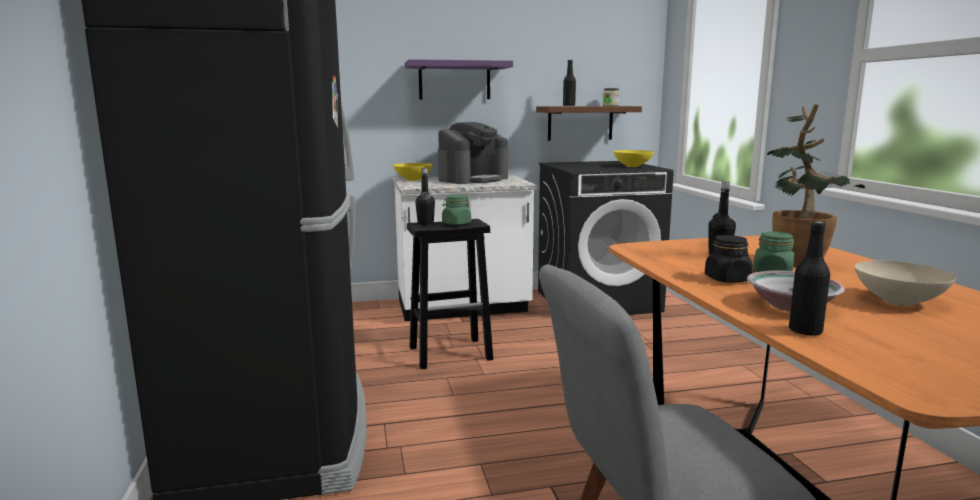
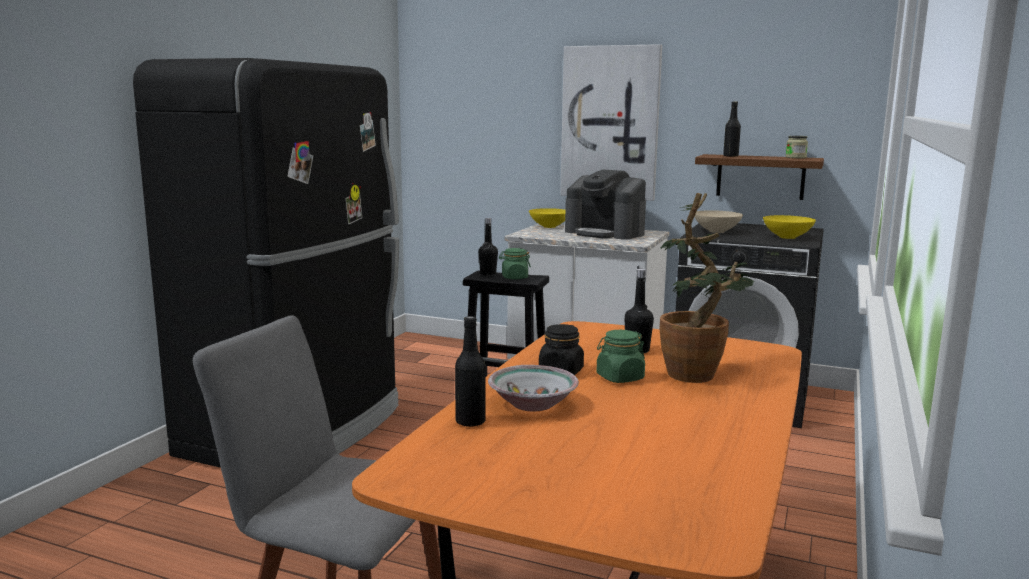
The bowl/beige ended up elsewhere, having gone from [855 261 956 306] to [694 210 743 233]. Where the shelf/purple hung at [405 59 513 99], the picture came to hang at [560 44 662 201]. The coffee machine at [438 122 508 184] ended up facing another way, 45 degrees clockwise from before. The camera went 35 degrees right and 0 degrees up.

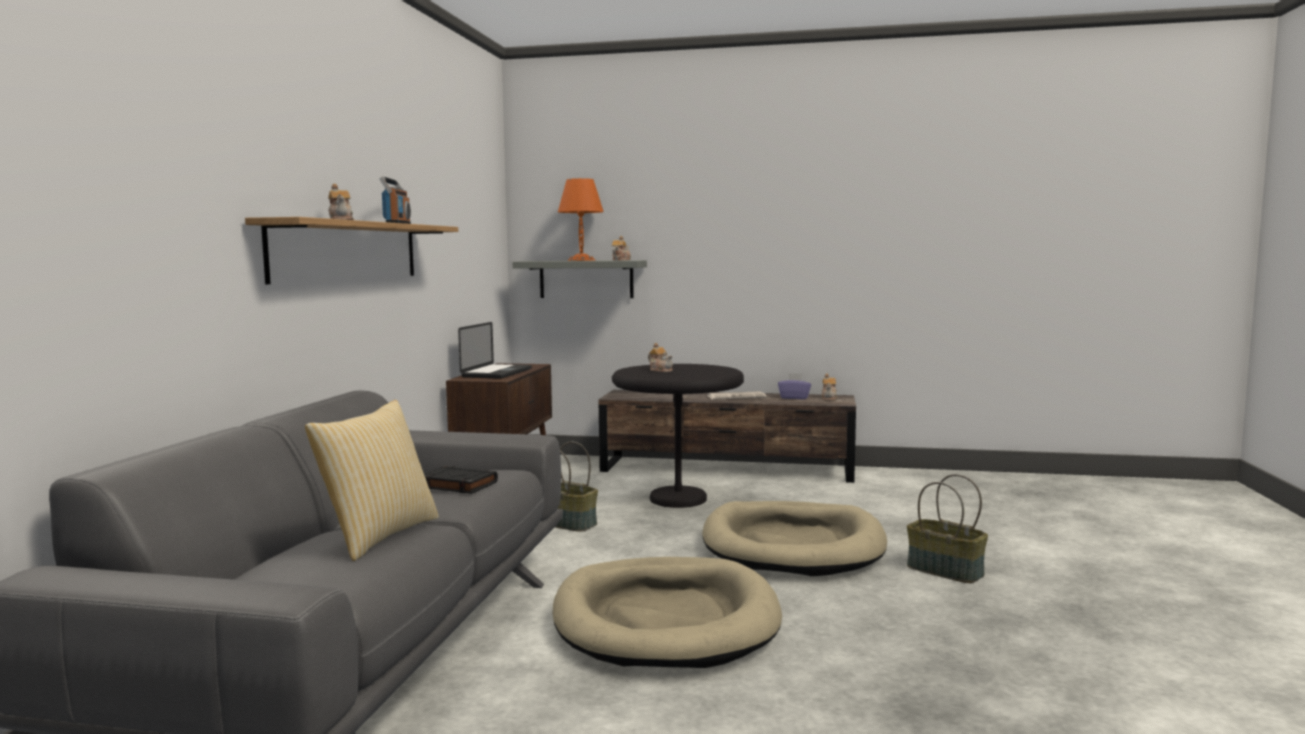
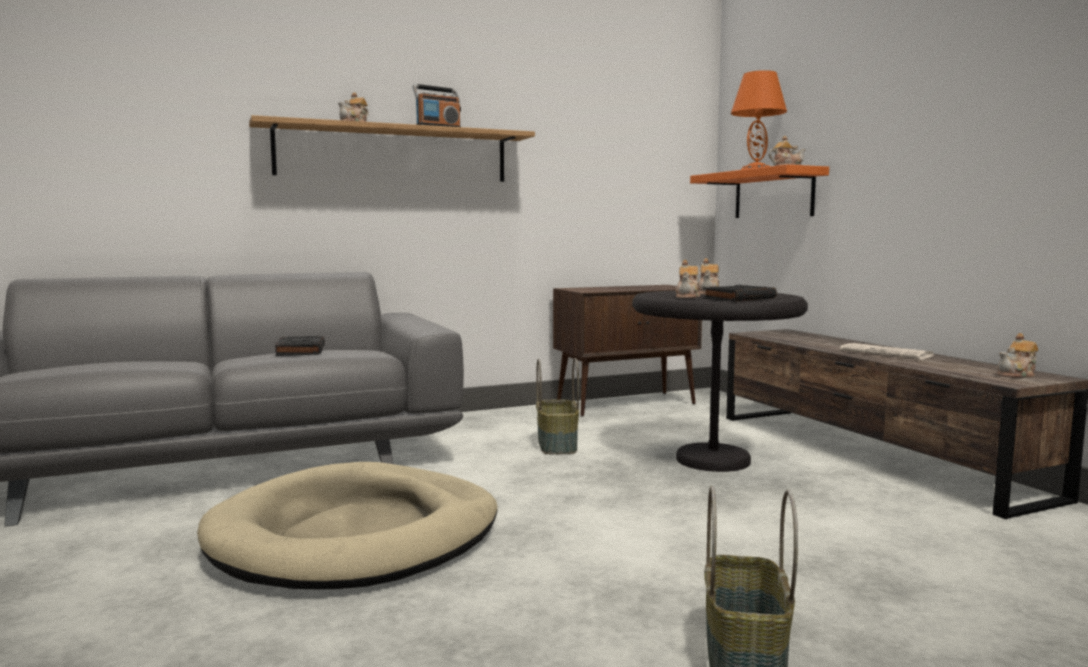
The second view lost the pillow at [305 400 439 561]. The second view lost the laptop at [458 322 532 379]. The second view lost the dog bed/beige at [702 501 887 576]. The second view lost the tissue box/purple at [778 373 811 399]. The second view gained the teapot at [676 260 700 298]. The second view gained the book/black at [703 285 777 302]. What was the shelf/grey at [513 260 647 298] turned into the shelf/orange at [690 165 829 218]. The camera went 55 degrees right and 0 degrees up.

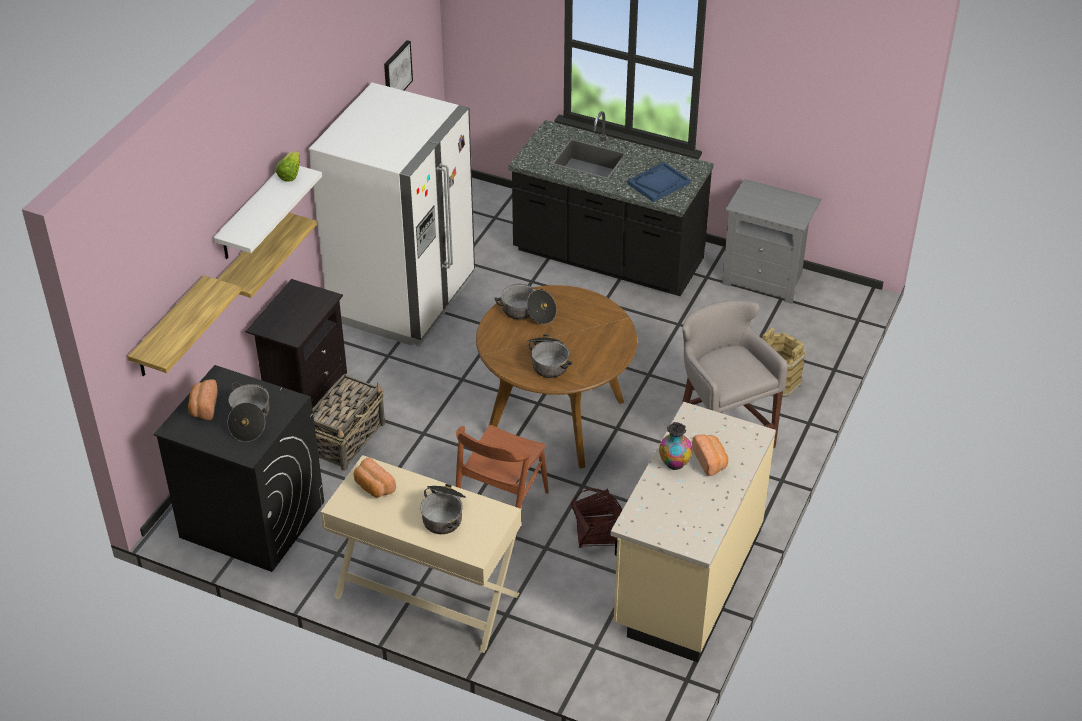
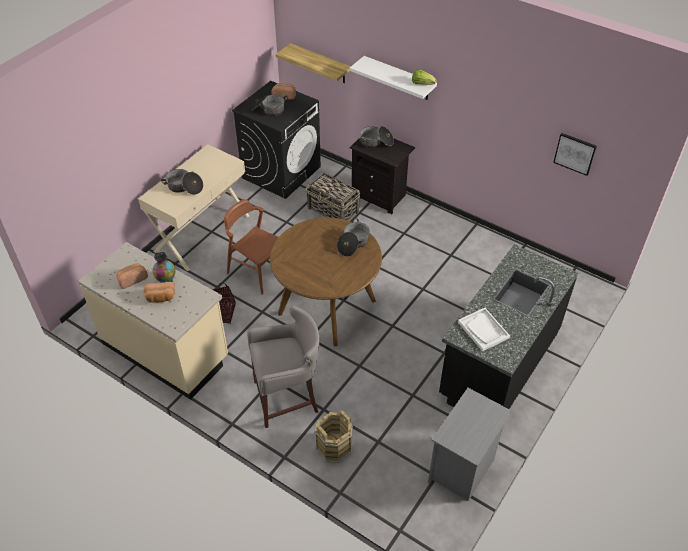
The second view lost the shelf at [217 213 317 298]. The second view lost the fridge/white at [309 83 475 346]. The bread ended up elsewhere, having gone from [354 457 396 497] to [116 264 148 289]. The cooking pot ended up elsewhere, having gone from [528 334 573 378] to [359 126 394 148]. What was the tray/blue at [627 162 691 202] turned into the tray/white at [458 308 510 351]. The camera went 100 degrees right and 5 degrees up.

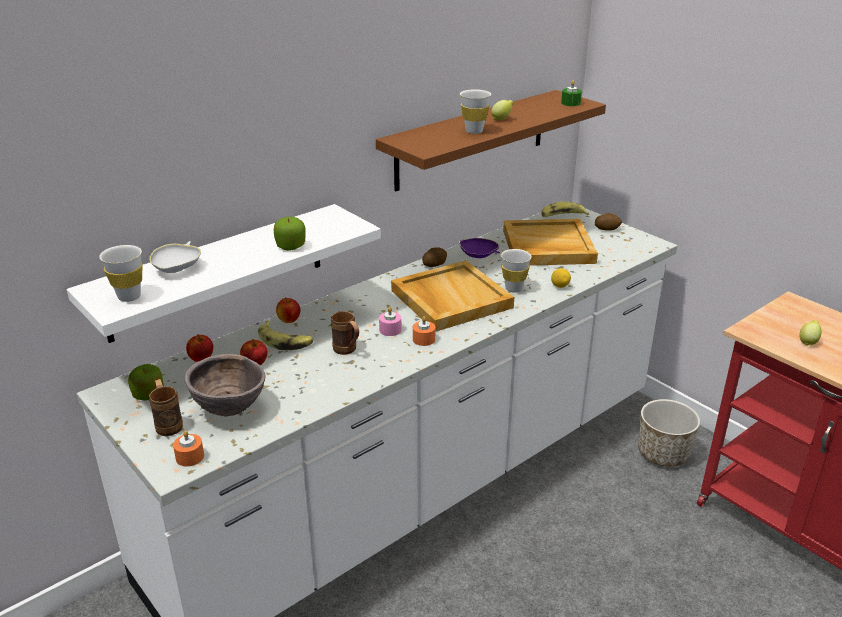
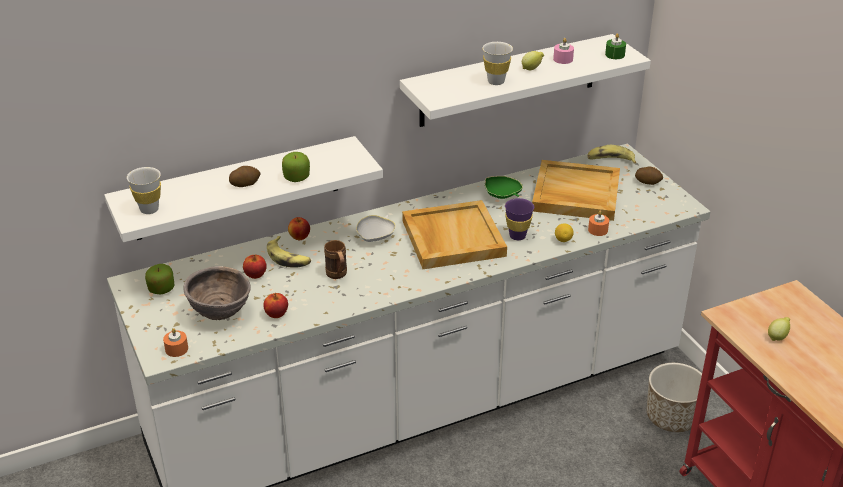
The second view lost the mug/brown at [149 379 183 436]. The bowl/white ended up elsewhere, having gone from [149 241 201 273] to [356 215 396 242]. The apple ended up elsewhere, having gone from [186 334 213 362] to [264 293 288 318]. The candle/pink ended up elsewhere, having gone from [379 307 402 336] to [553 38 574 64]. The candle/orange ended up elsewhere, having gone from [413 316 435 346] to [588 211 609 236]. The potato ended up elsewhere, having gone from [422 247 447 267] to [229 166 261 187]. What was the shelf/brown at [376 90 606 191] turned into the shelf/white at [400 34 651 127]. What was the bowl/purple at [459 238 500 258] turned into the bowl/green at [485 176 523 199]. What was the cup/white at [501 249 532 292] turned into the cup/purple at [505 198 534 240]. The camera went 15 degrees right and 5 degrees up.

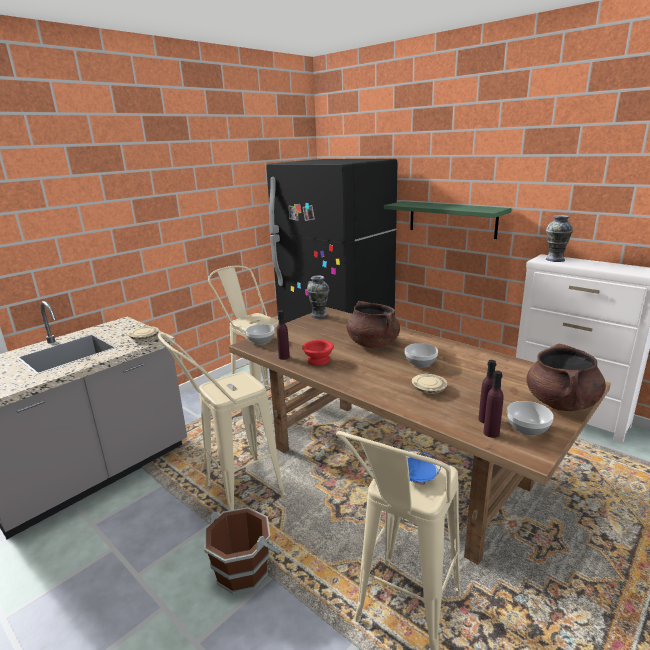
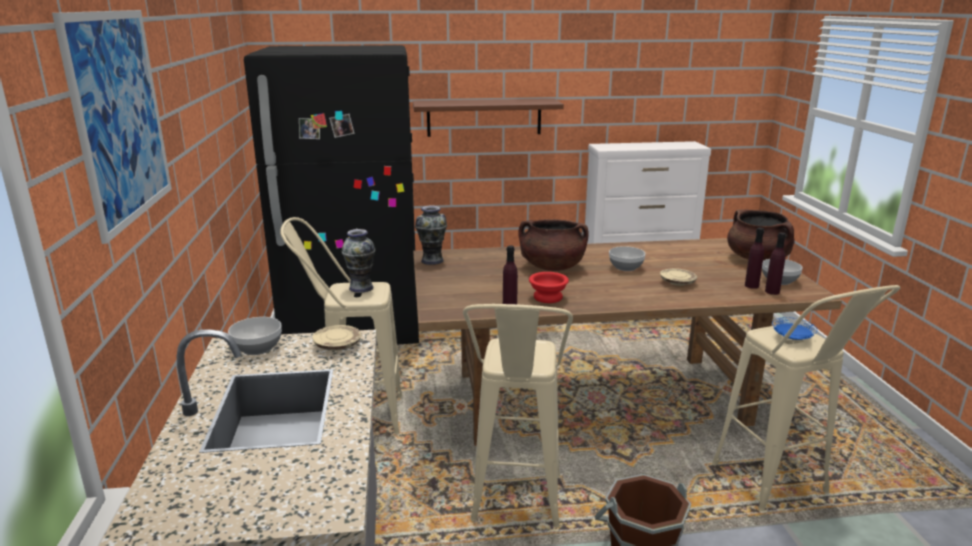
The second view gained the picture at [52 10 172 244]. The bowl ended up elsewhere, having gone from [246 324 275 345] to [228 317 282 355]. The vase ended up elsewhere, having gone from [546 215 573 262] to [342 229 375 293]. What was the shelf/green at [384 201 512 239] turned into the shelf/brown at [413 98 564 137]. The camera went 50 degrees left and 0 degrees up.

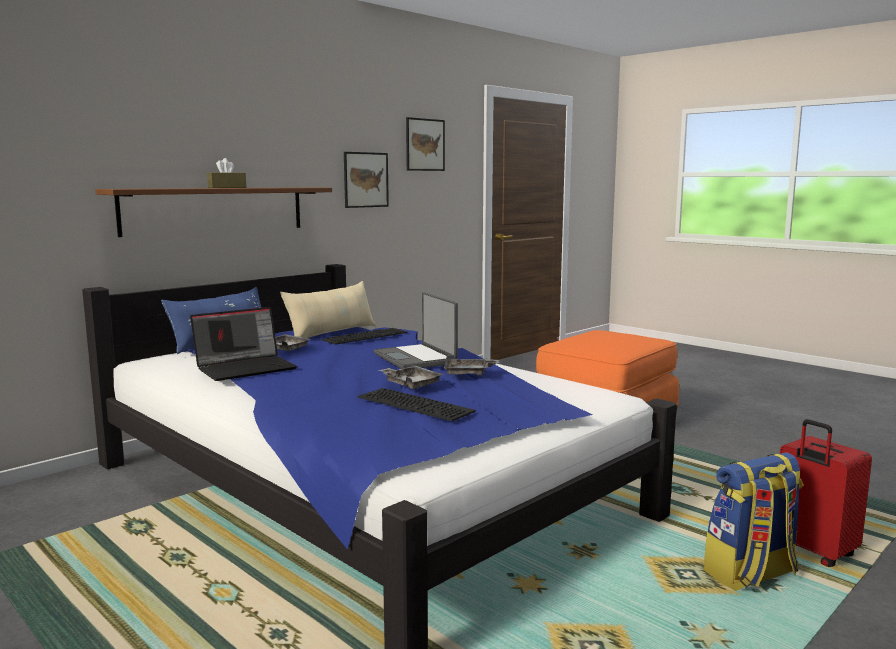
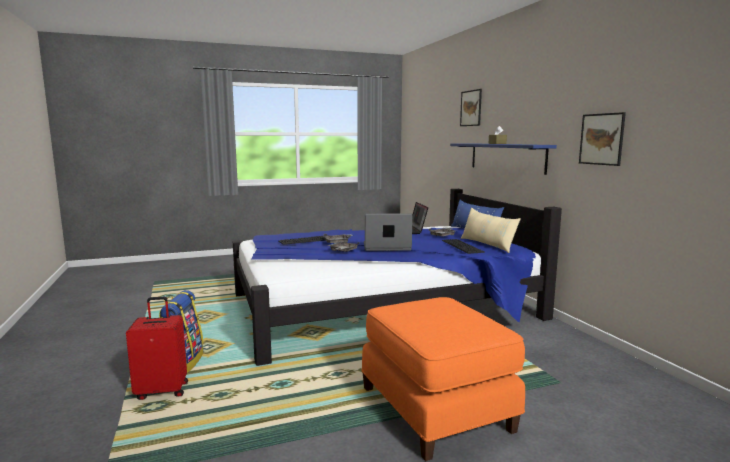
The picture ended up elsewhere, having gone from [406 117 445 171] to [460 89 482 126]. What was the shelf/brown at [95 187 332 237] turned into the shelf/blue at [450 143 557 175]. The camera went 115 degrees right and 0 degrees up.

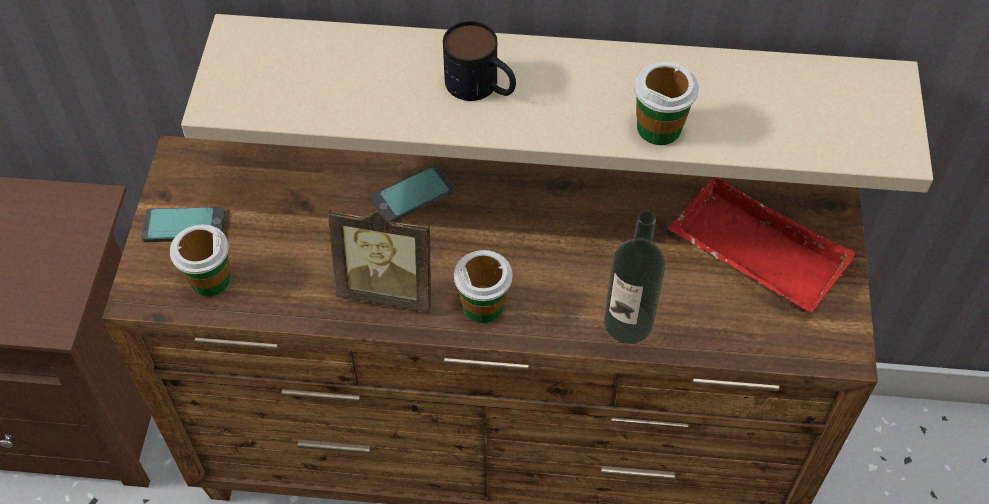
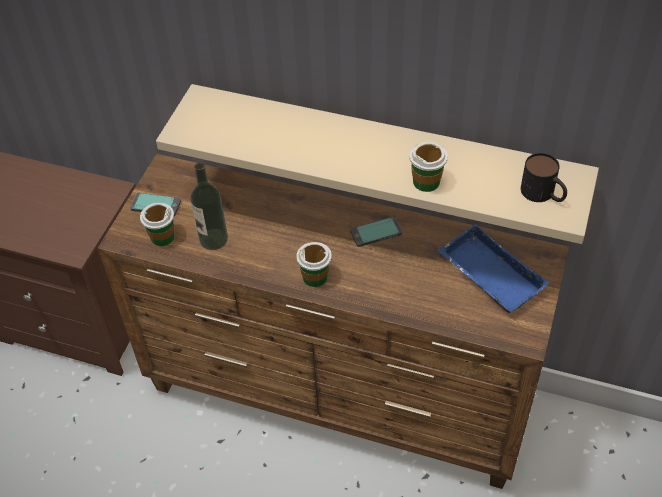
The second view lost the picture frame at [328 208 431 313]. The phone ended up elsewhere, having gone from [371 165 454 222] to [350 217 403 247]. The mug ended up elsewhere, having gone from [443 21 516 101] to [521 153 567 202]. The bottle ended up elsewhere, having gone from [604 210 665 344] to [191 163 228 250]. What was the tray/red at [668 177 856 313] turned into the tray/blue at [438 224 549 313]. The camera went 15 degrees right and 5 degrees down.

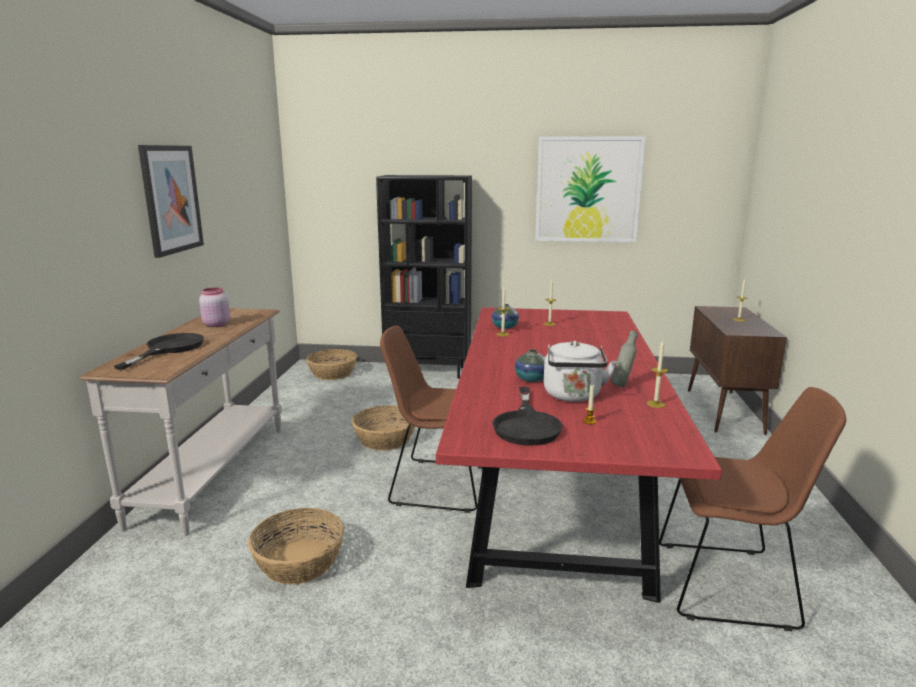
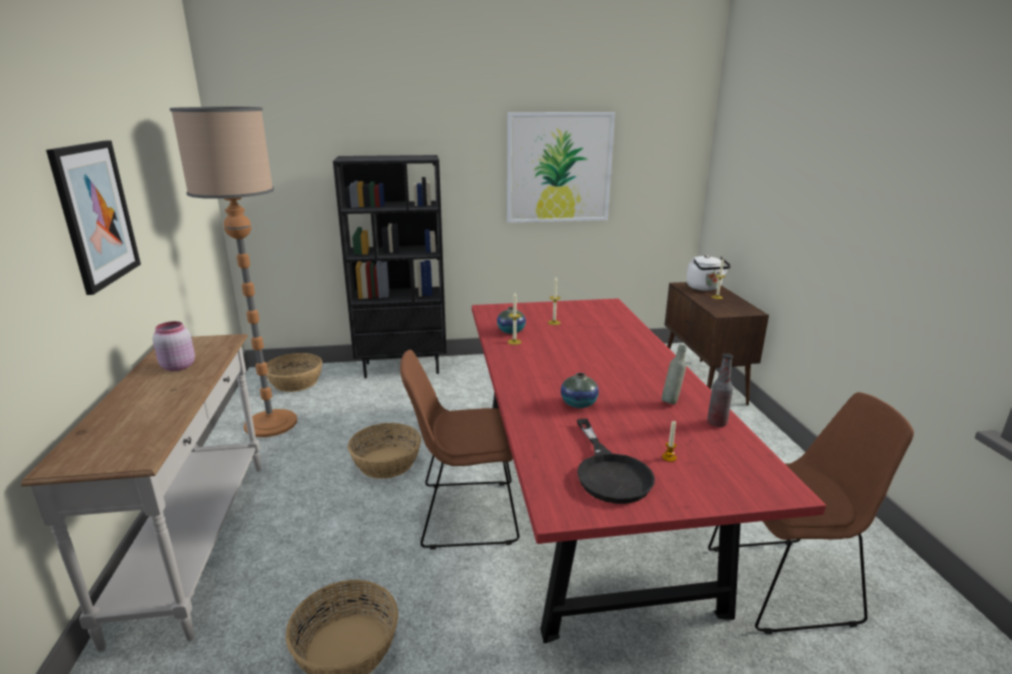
The second view lost the frying pan/black at [114 333 204 370]. The second view gained the floor lamp at [170 107 297 437]. The kettle/white ended up elsewhere, having gone from [544 341 617 402] to [686 255 731 291]. Where the candle stood at [647 340 668 408], the bottle came to stand at [707 353 733 427]. The camera went 15 degrees left and 5 degrees up.

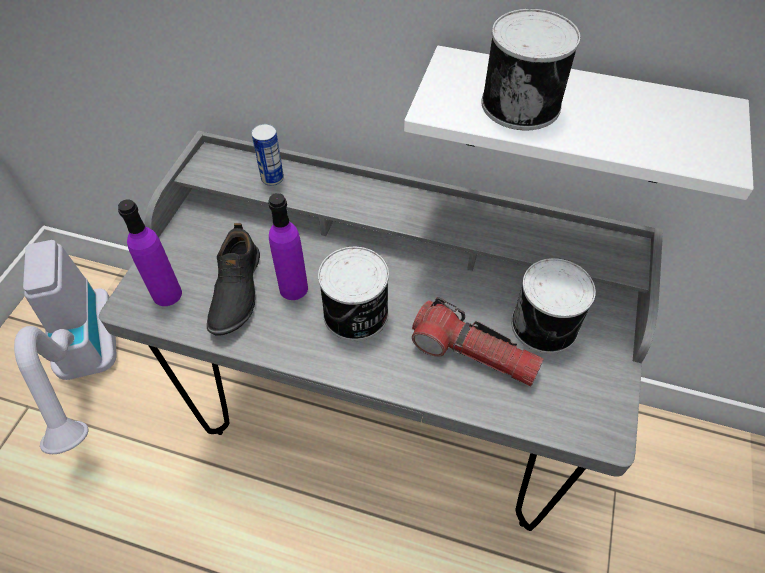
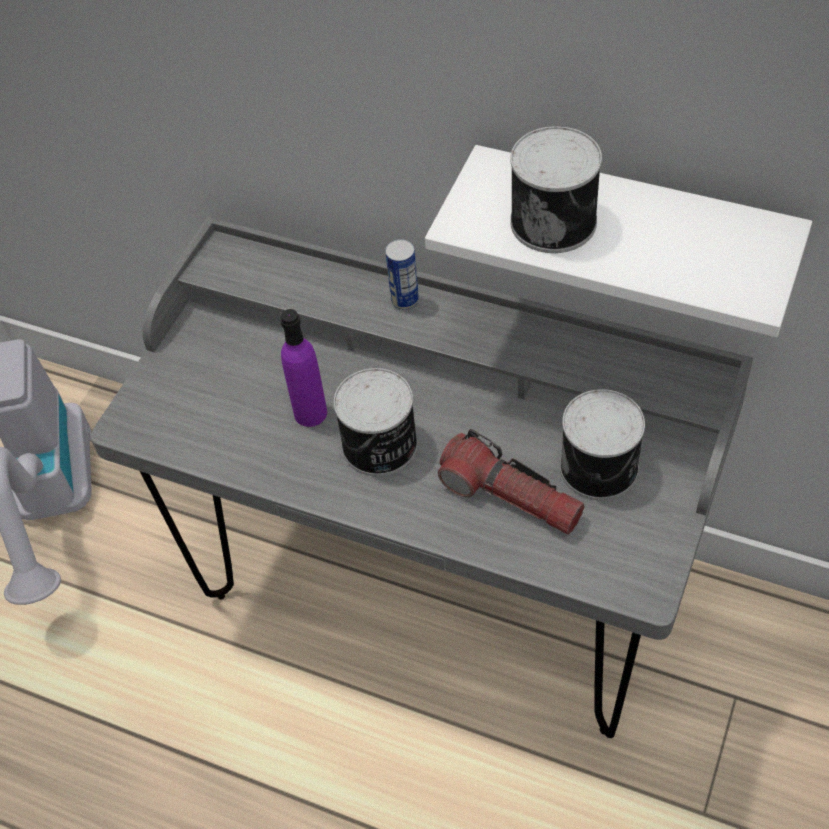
The second view lost the bottle/purple at [118 199 182 306]. The second view lost the shoe/black at [207 223 260 336]. The can ended up elsewhere, having gone from [251 124 284 186] to [385 239 419 310]. The camera went 10 degrees right and 0 degrees up.

